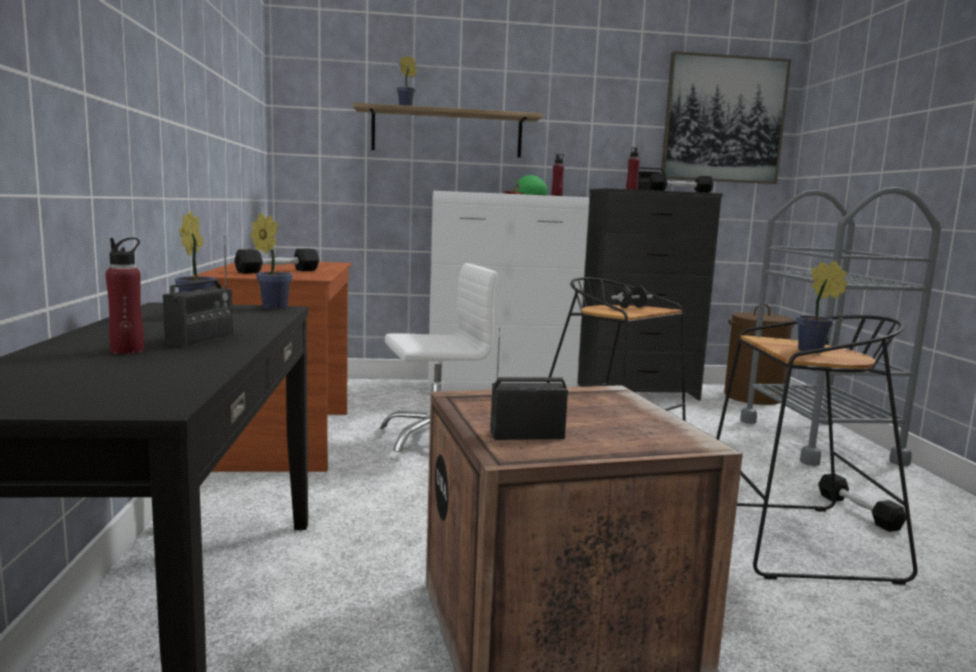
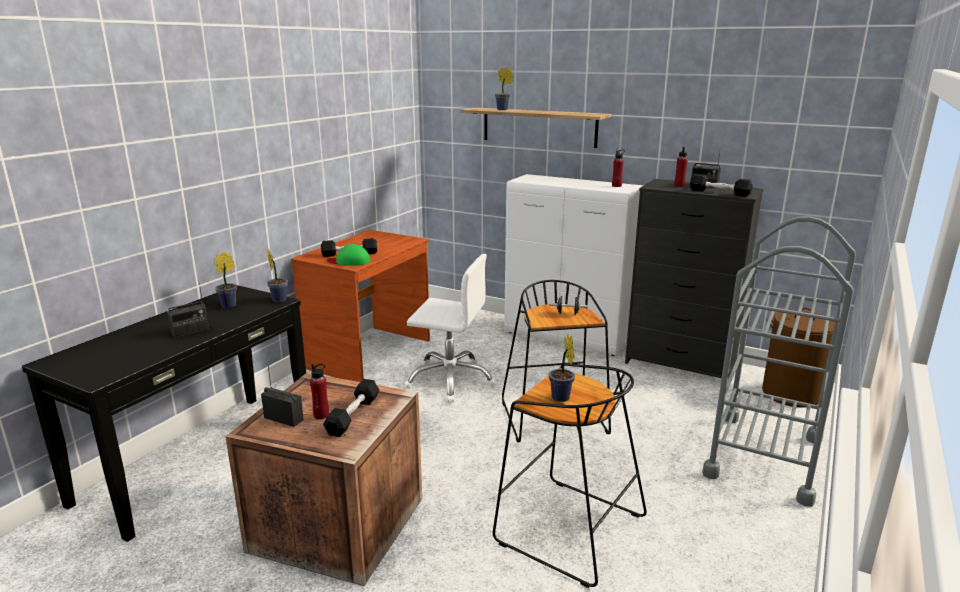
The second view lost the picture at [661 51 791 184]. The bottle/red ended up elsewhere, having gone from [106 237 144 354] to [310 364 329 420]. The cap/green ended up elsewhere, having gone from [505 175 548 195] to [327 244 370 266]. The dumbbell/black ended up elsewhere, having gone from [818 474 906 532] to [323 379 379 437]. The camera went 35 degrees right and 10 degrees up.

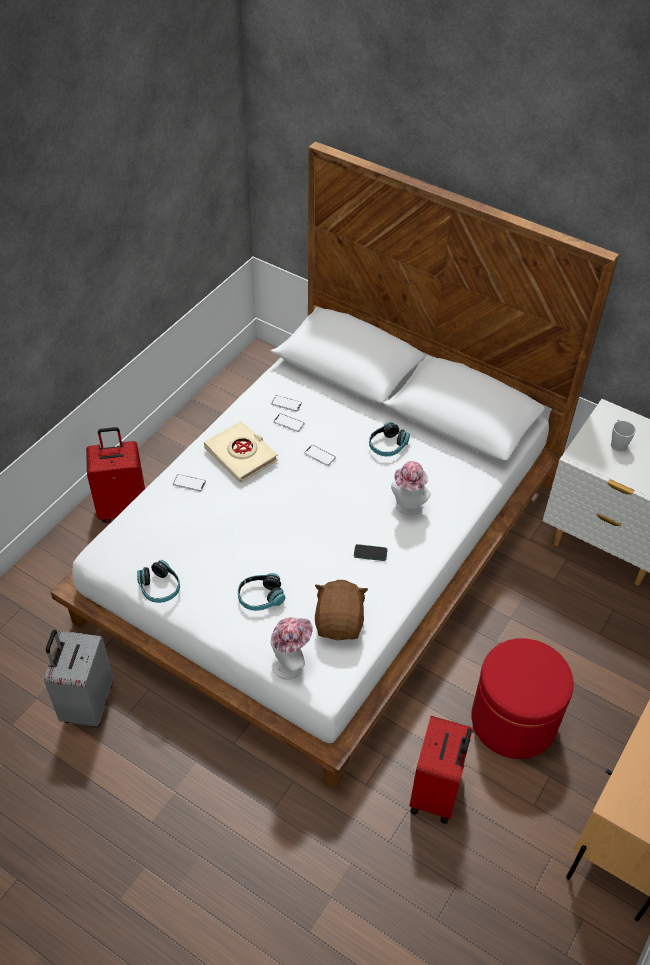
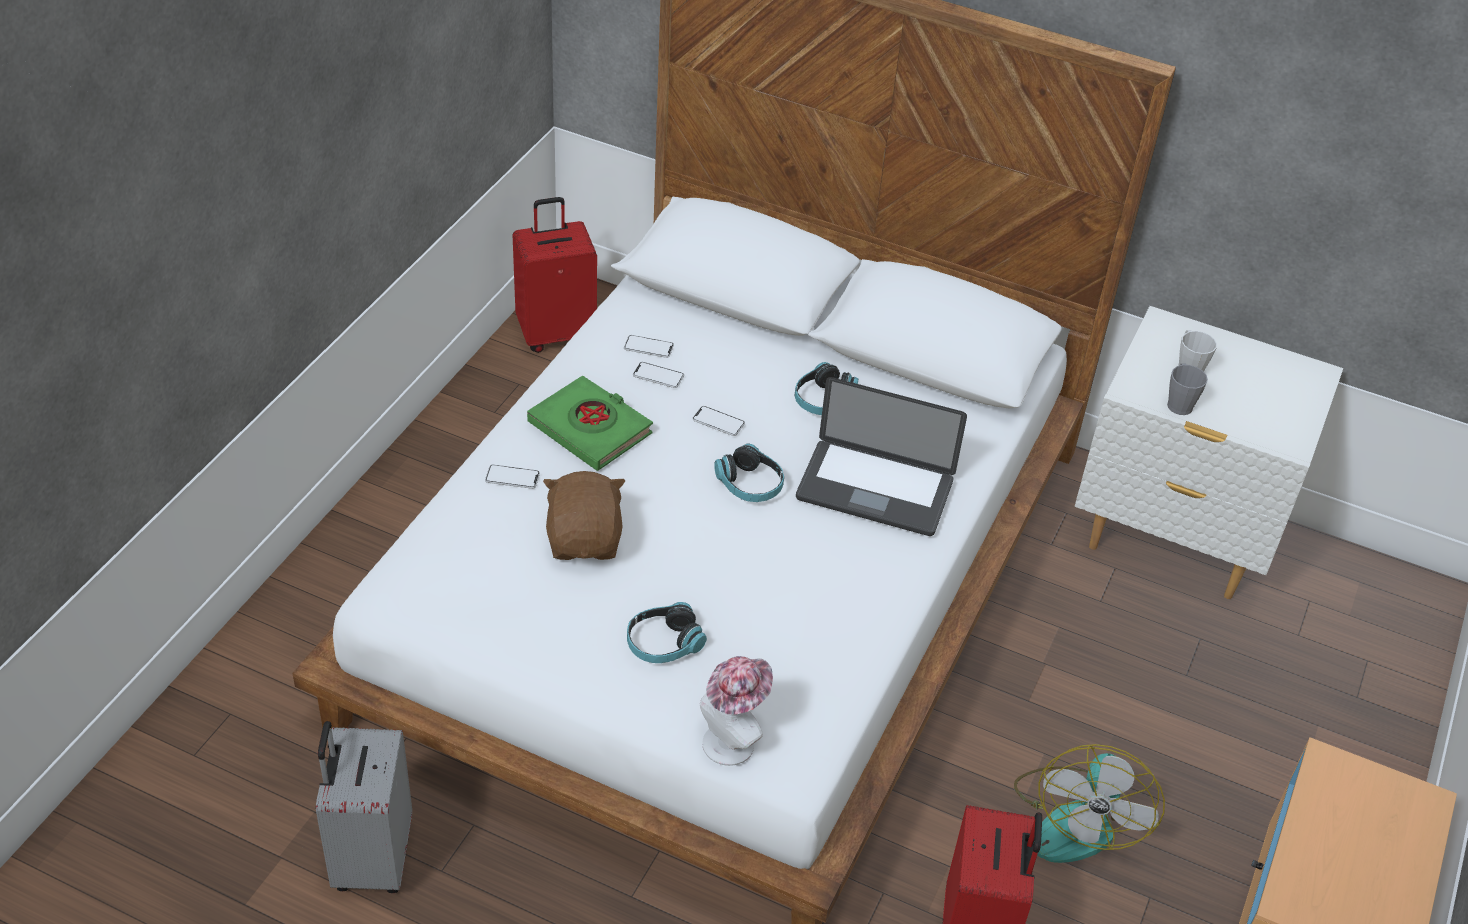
The second view lost the phone at [354 544 388 561]. The second view gained the mug/grey at [1167 363 1208 415]. The suitcase/red ended up elsewhere, having gone from [86 427 145 523] to [513 197 597 353]. The headphones ended up elsewhere, having gone from [137 560 180 603] to [714 443 784 502]. The plush toy/brown ended up elsewhere, having gone from [315 580 368 641] to [543 471 625 560]. Where the hat stood at [391 461 431 515], the laptop came to stand at [796 377 967 536]. Where the ottoman/red stood at [472 638 574 759], the fan came to stand at [1014 744 1165 863]. What was the book/beige at [204 421 278 483] turned into the book/green at [527 375 653 471]. The camera went 10 degrees left and 5 degrees down.

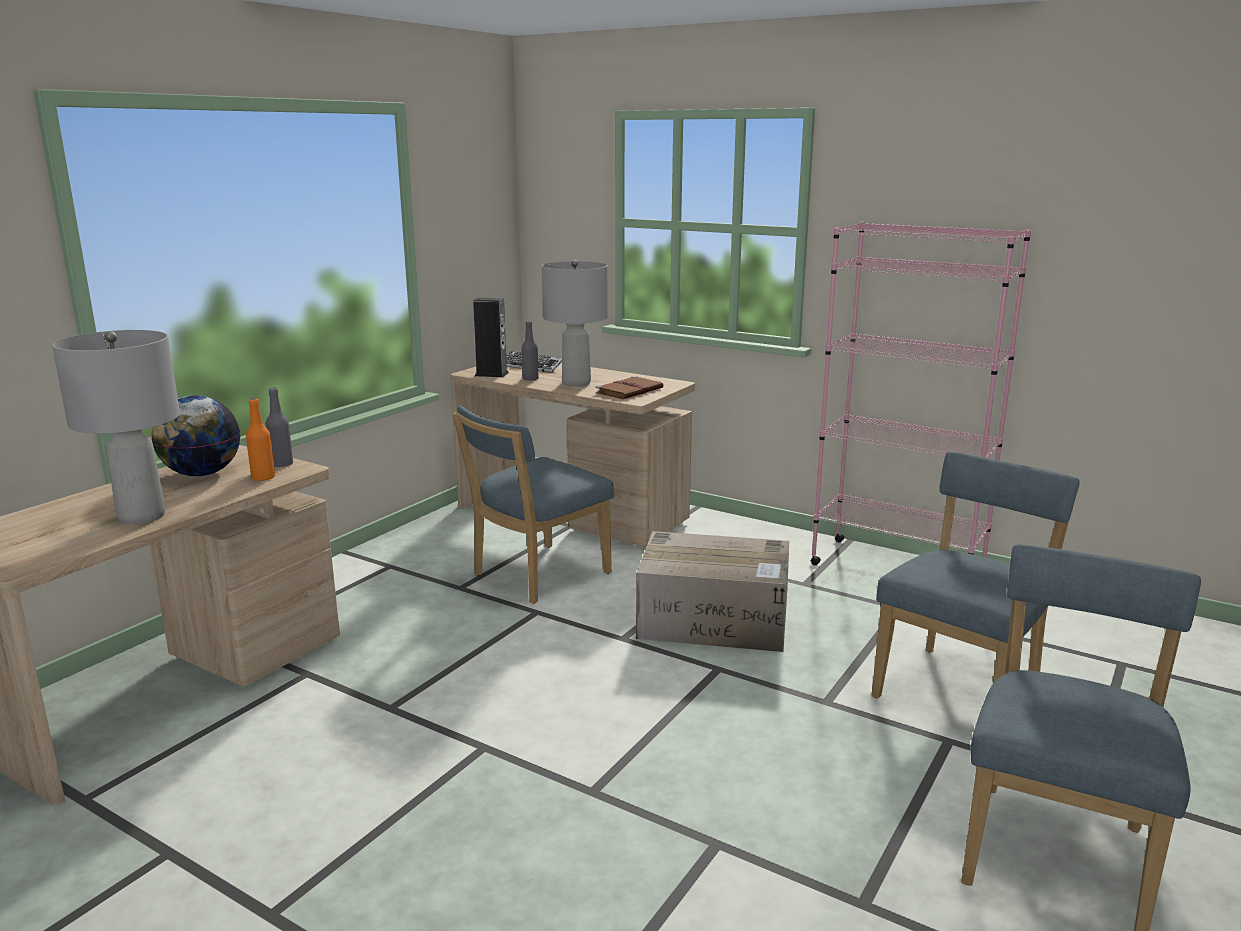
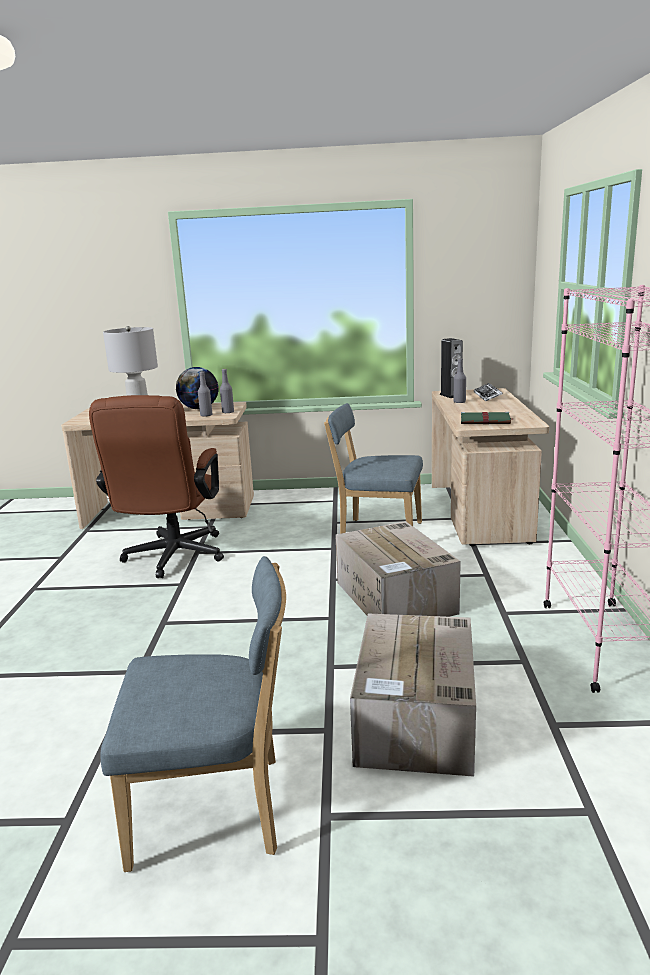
The second view lost the table lamp/grey at [542 260 608 387]. The second view gained the office chair/brown at [89 395 224 578]. Where the chair/blue stood at [872 452 1080 698], the cardboard box came to stand at [350 613 476 777]. What was the bottle/orange at [246 398 275 481] turned into the bottle/grey at [198 371 212 416]. What was the book/brown at [596 376 664 399] turned into the book/green at [461 412 511 424]. The camera went 60 degrees right and 0 degrees up.

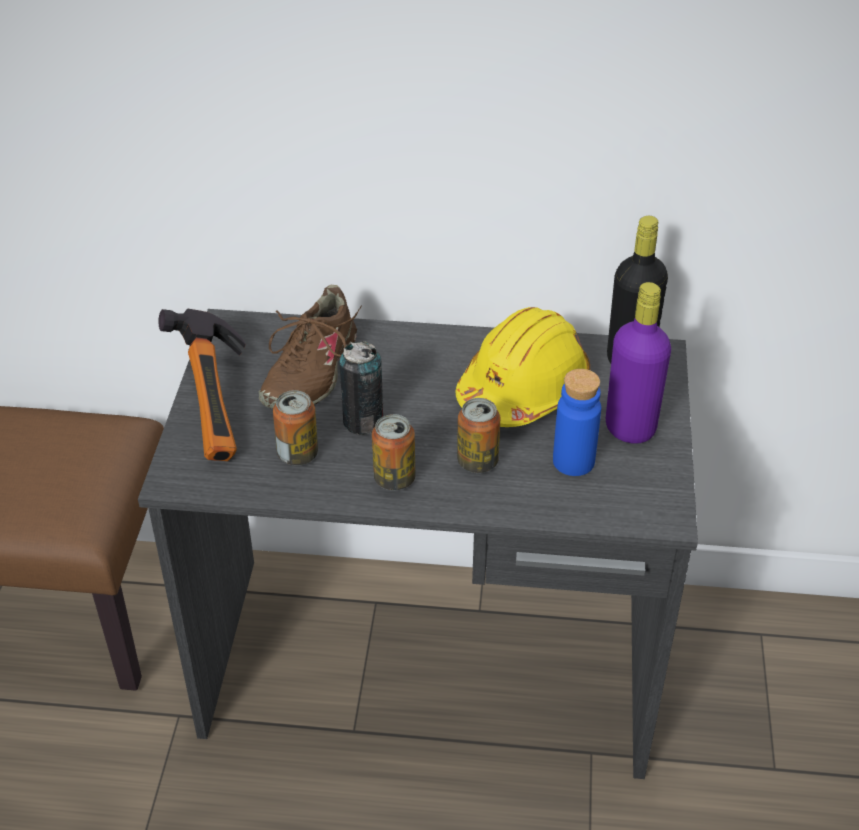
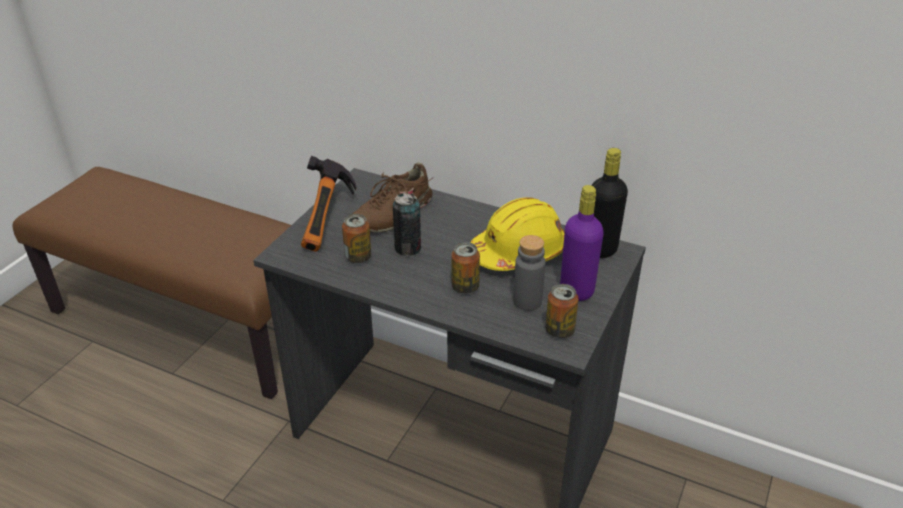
The can ended up elsewhere, having gone from [372 414 416 490] to [546 284 578 338]. What was the bottle/blue at [553 369 601 476] turned into the bottle/grey at [513 235 546 311]. The camera went 20 degrees right and 5 degrees down.

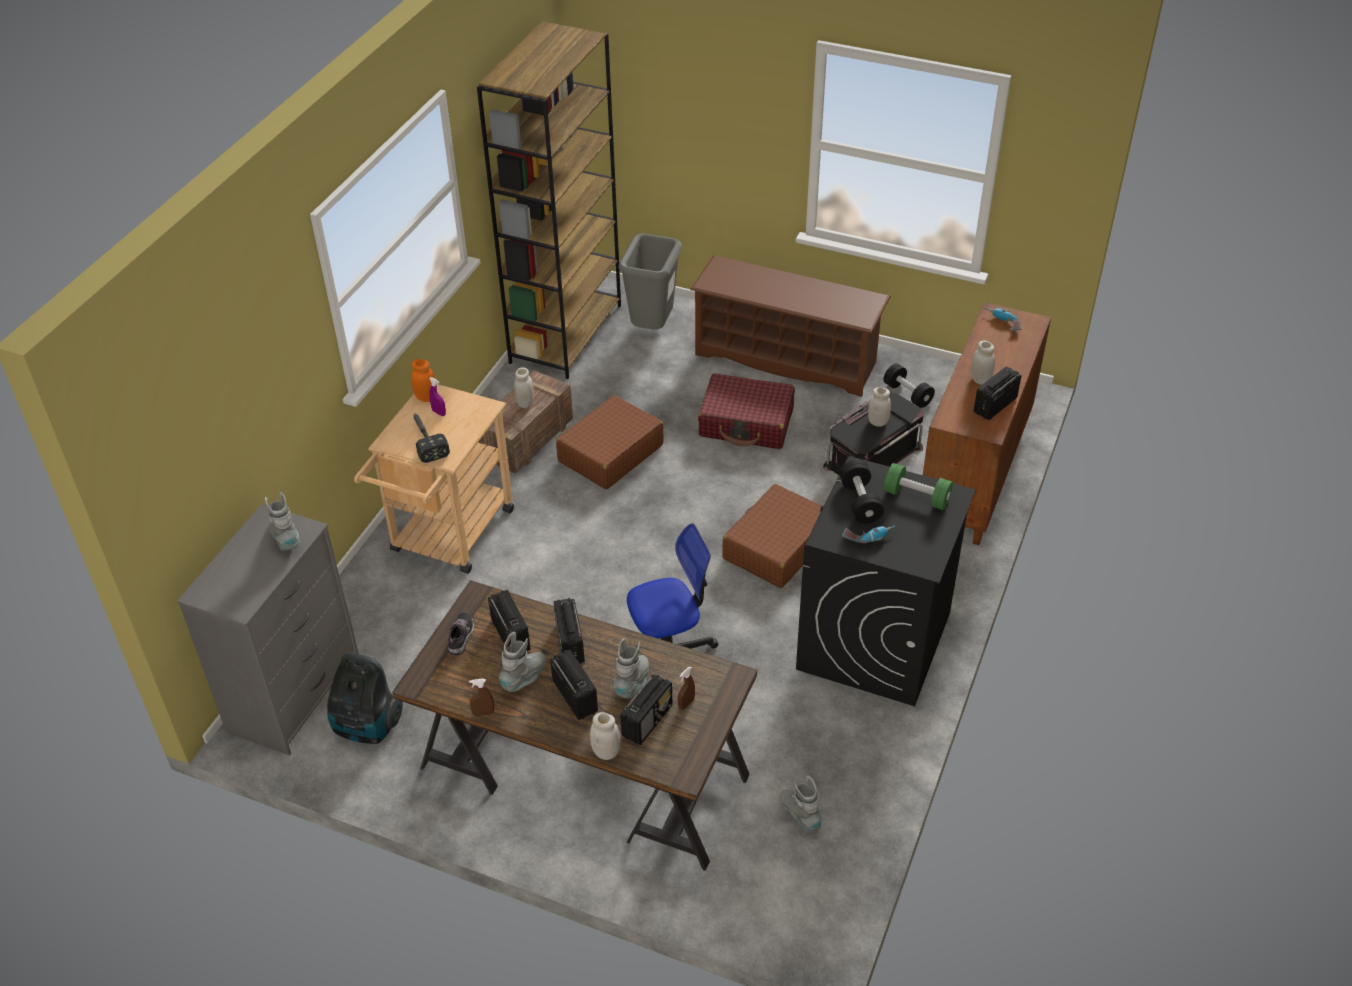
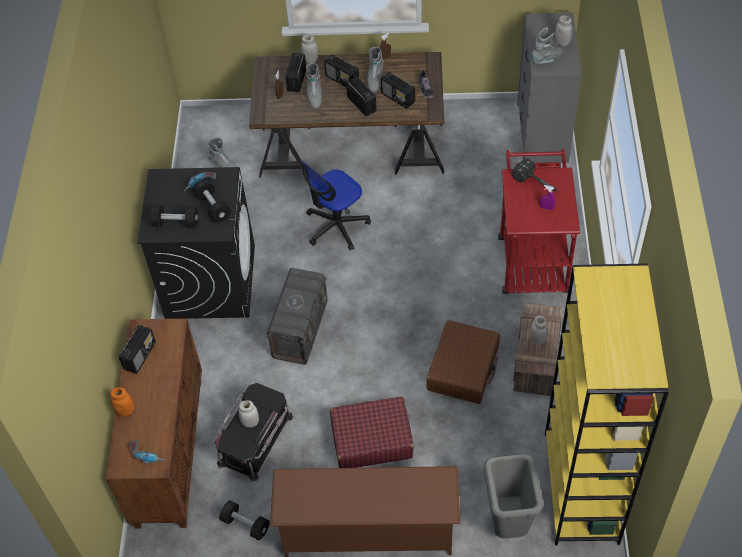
The second view lost the vacuum cleaner at [327 652 403 744]. The jar/orange ended up elsewhere, having gone from [411 359 435 402] to [110 387 134 417]. The jar/white ended up elsewhere, having gone from [971 340 995 385] to [555 15 572 46]. Where the suitcase/brown stood at [723 484 822 588], the storage box/grey came to stand at [266 268 328 365]. What was the cart/beige at [354 384 514 574] turned into the cart/red at [498 149 580 294]. What was the bookcase/brown at [477 21 621 379] turned into the bookcase/yellow at [545 264 669 546]. What was the dumbbell/green at [884 463 953 510] turned into the dumbbell/black at [150 206 198 228]. The boot/grey at [265 492 300 550] ended up facing another way, 75 degrees counterclockwise from before. The camera went 160 degrees right and 10 degrees up.

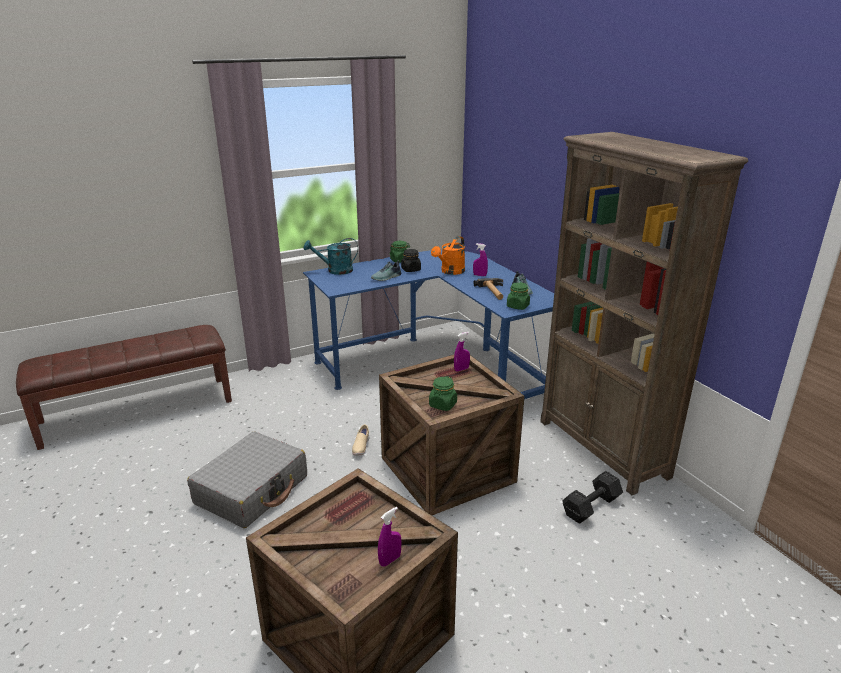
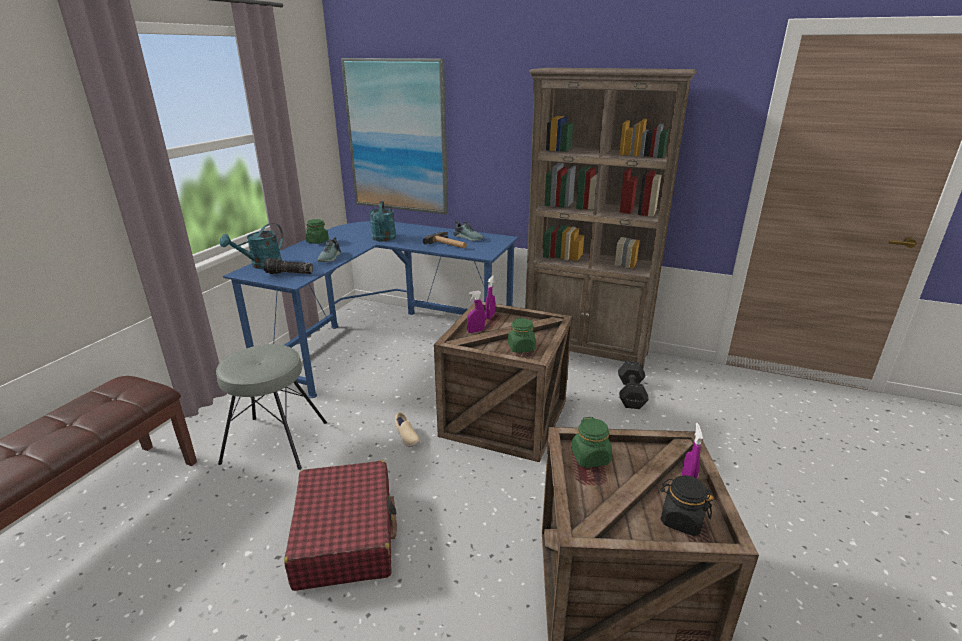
The second view gained the stool/grey at [216 344 327 470]. The second view gained the flashlight at [263 258 313 274]. The second view gained the picture at [341 58 448 214]. The jar/black ended up elsewhere, having gone from [401 249 421 272] to [660 475 714 536]. The spray bottle/purple ended up elsewhere, having gone from [473 243 488 276] to [467 291 485 333]. The jar/green ended up elsewhere, having gone from [507 282 530 310] to [571 417 612 468]. What was the suitcase/grey at [187 431 307 528] turned into the suitcase/red at [284 460 397 591]. What was the watering can/orange at [431 236 465 275] turned into the watering can/turquoise at [369 201 396 242]. The camera went 40 degrees left and 0 degrees up.

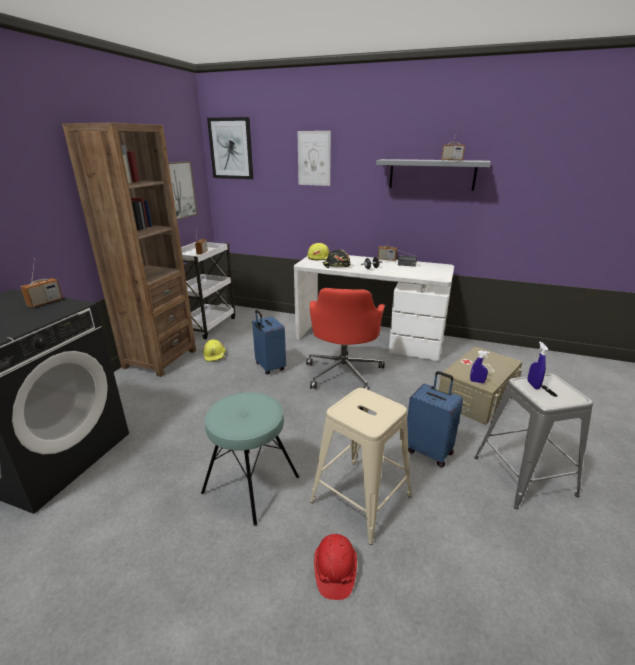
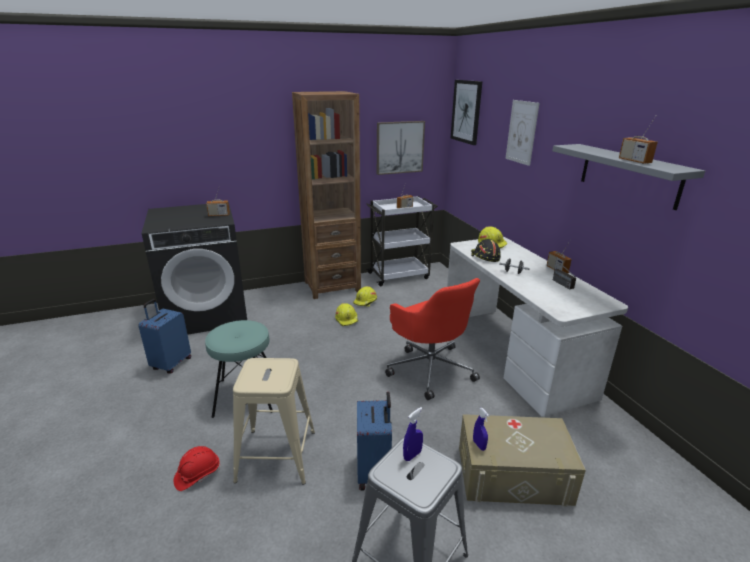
The second view gained the hard hat/yellow at [335 303 358 326]. The suitcase/blue ended up elsewhere, having gone from [252 310 286 374] to [138 299 191 374]. The office chair/red at [306 288 385 390] ended up facing another way, 90 degrees counterclockwise from before. The camera went 50 degrees right and 0 degrees up.

